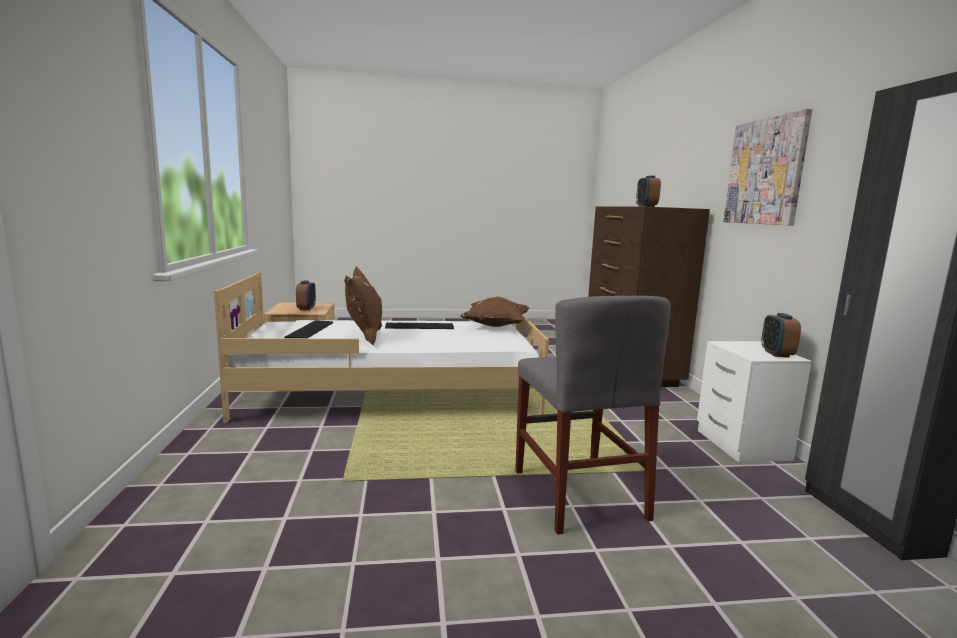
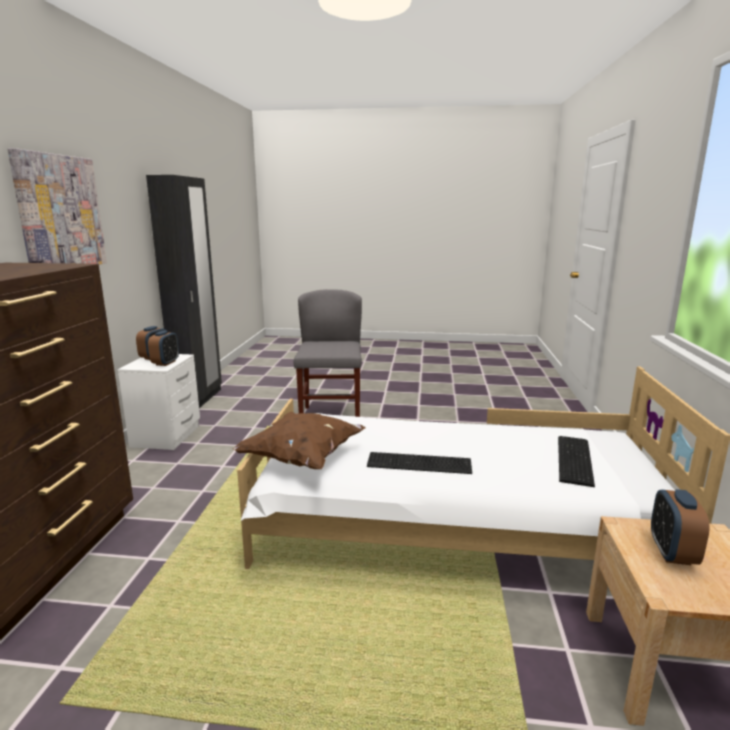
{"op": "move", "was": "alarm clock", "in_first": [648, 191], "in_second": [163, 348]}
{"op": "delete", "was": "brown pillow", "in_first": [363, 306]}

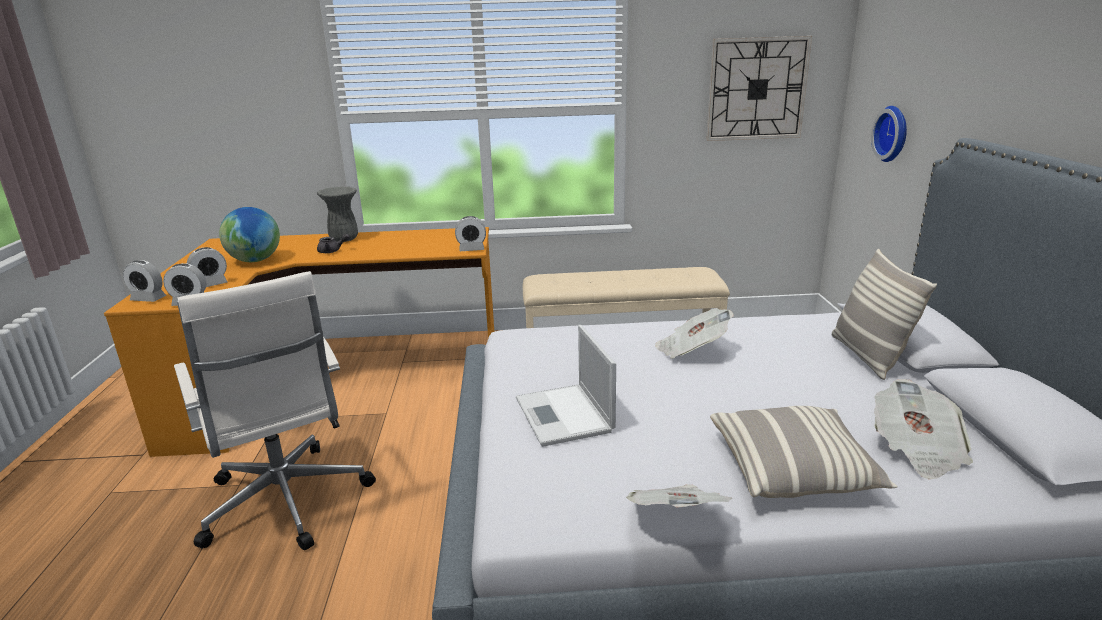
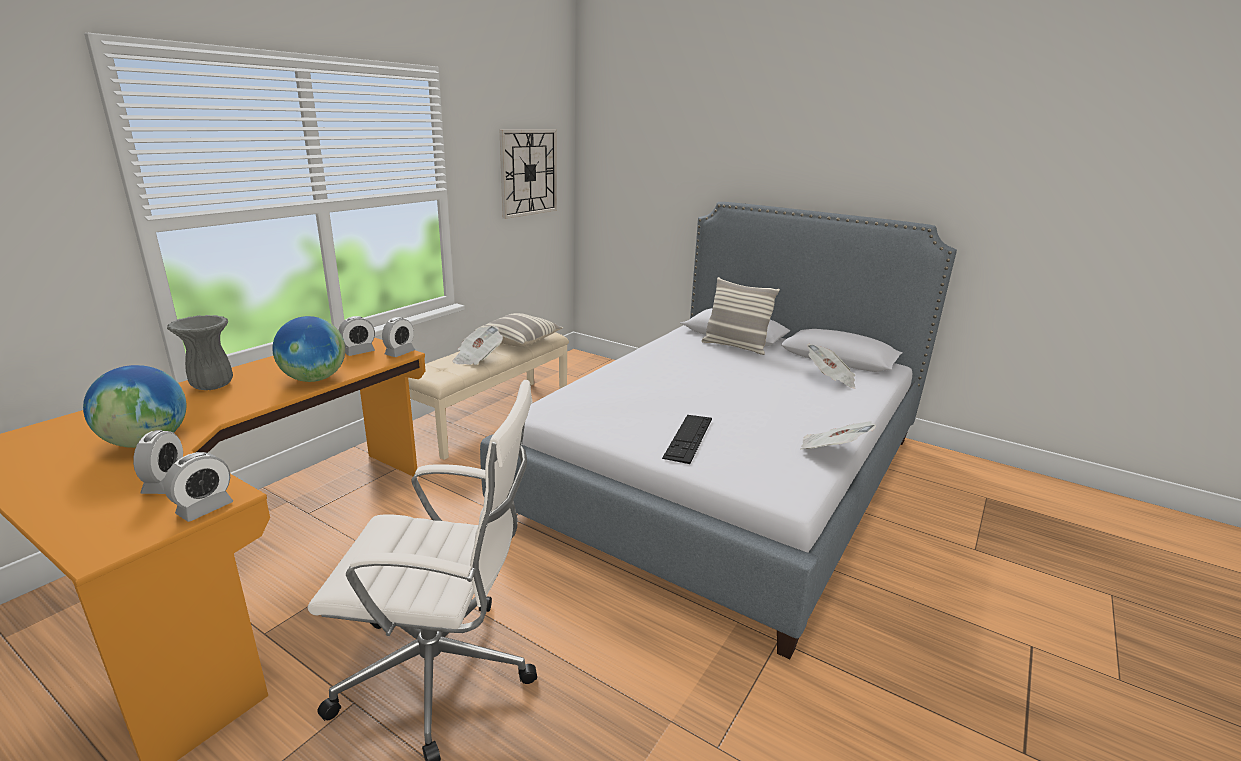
{"op": "insert", "now": "globe", "in_second": [308, 349]}
{"op": "move", "was": "alarm clock", "in_first": [144, 281], "in_second": [356, 336]}
{"op": "move", "was": "newspaper", "in_first": [694, 333], "in_second": [477, 345]}
{"op": "move", "was": "pillow", "in_first": [804, 452], "in_second": [520, 330]}
{"op": "replace", "was": "laptop", "now": "keyboard", "in_first": [566, 386], "in_second": [687, 439]}
{"op": "delete", "was": "grey teapot", "in_first": [333, 243]}
{"op": "delete", "was": "wall clock", "in_first": [889, 134]}

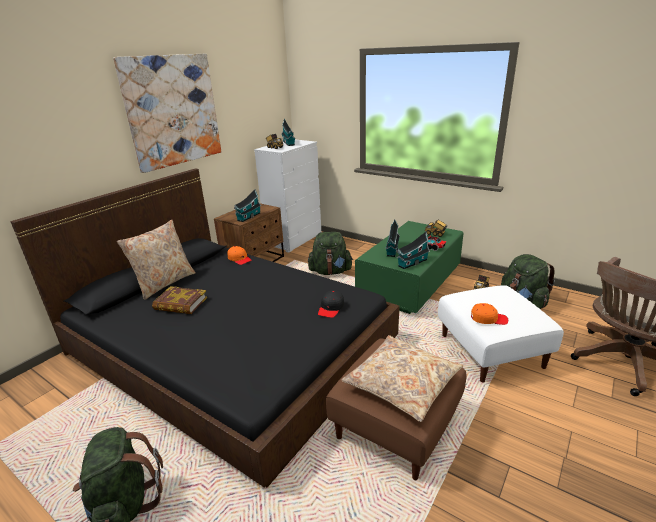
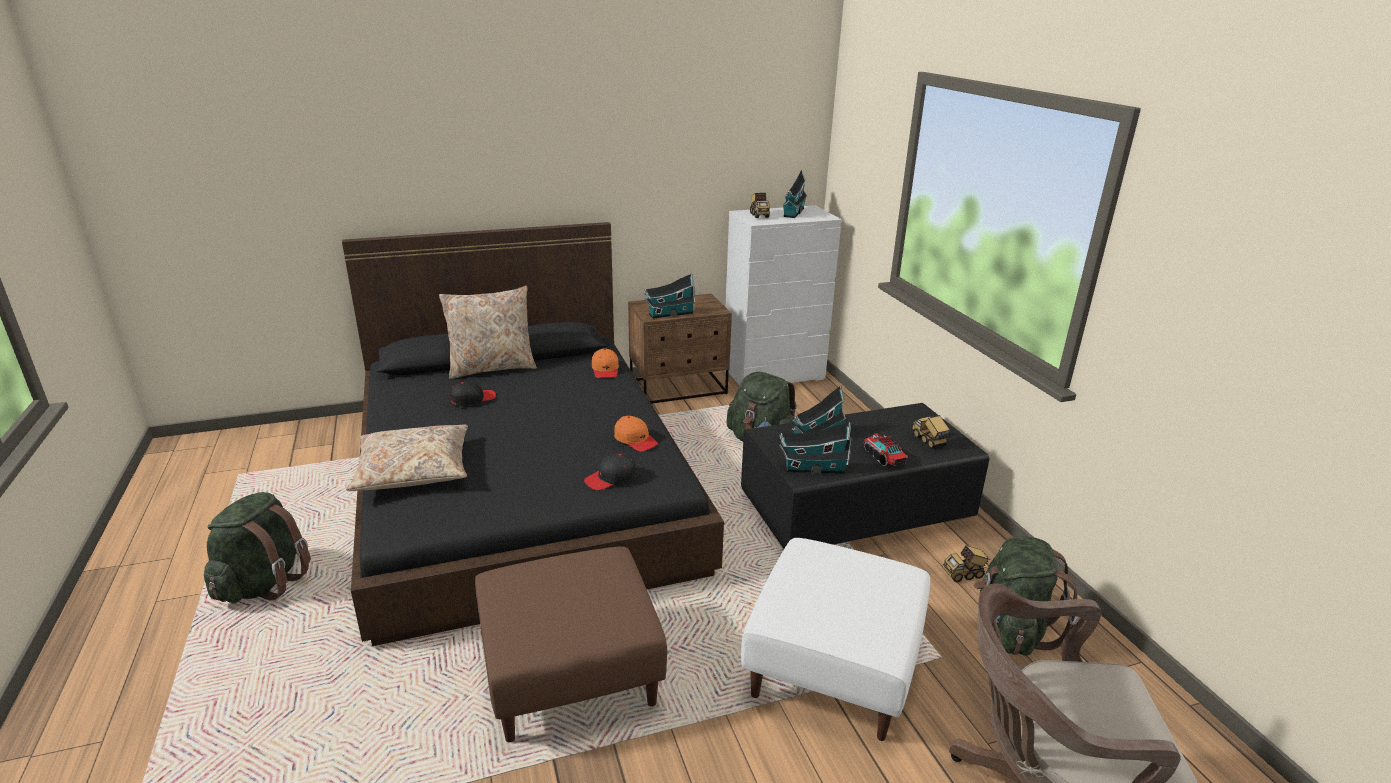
{"op": "move", "was": "beige pillow", "in_first": [402, 378], "in_second": [407, 458]}
{"op": "replace", "was": "book", "now": "black cap", "in_first": [179, 300], "in_second": [473, 393]}
{"op": "move", "was": "orange cap", "in_first": [489, 314], "in_second": [636, 434]}
{"op": "recolor", "was": "green coffee table", "now": "black coffee table", "in_first": [409, 267], "in_second": [865, 476]}
{"op": "delete", "was": "picture", "in_first": [167, 113]}

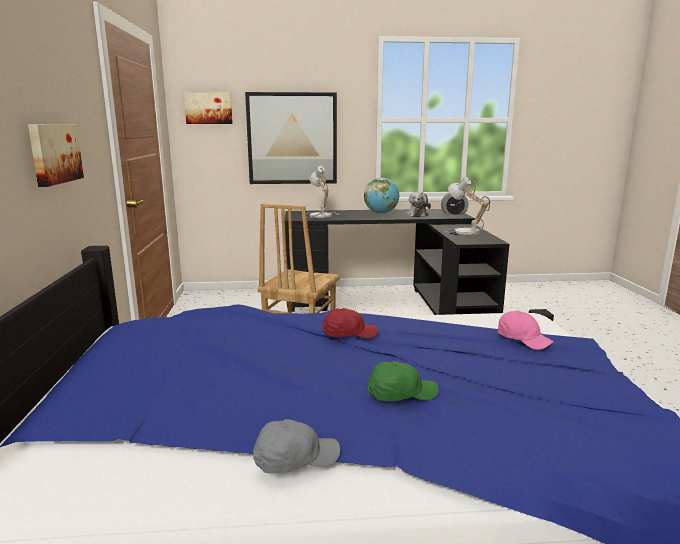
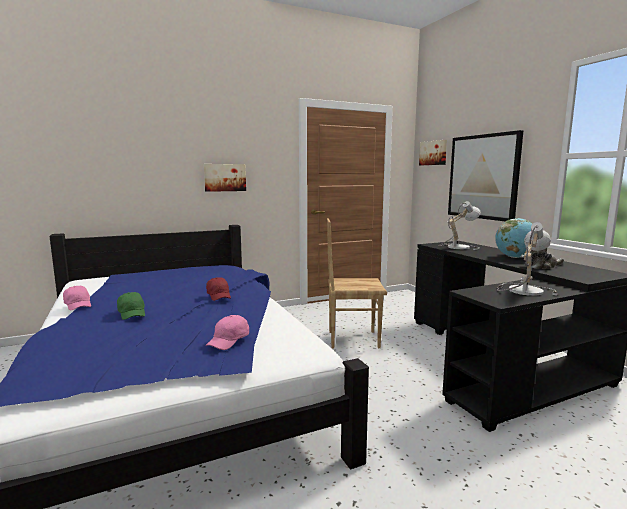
{"op": "recolor", "was": "grey cap", "now": "pink cap", "in_first": [296, 446], "in_second": [77, 298]}
{"op": "delete", "was": "alarm clock", "in_first": [454, 204]}

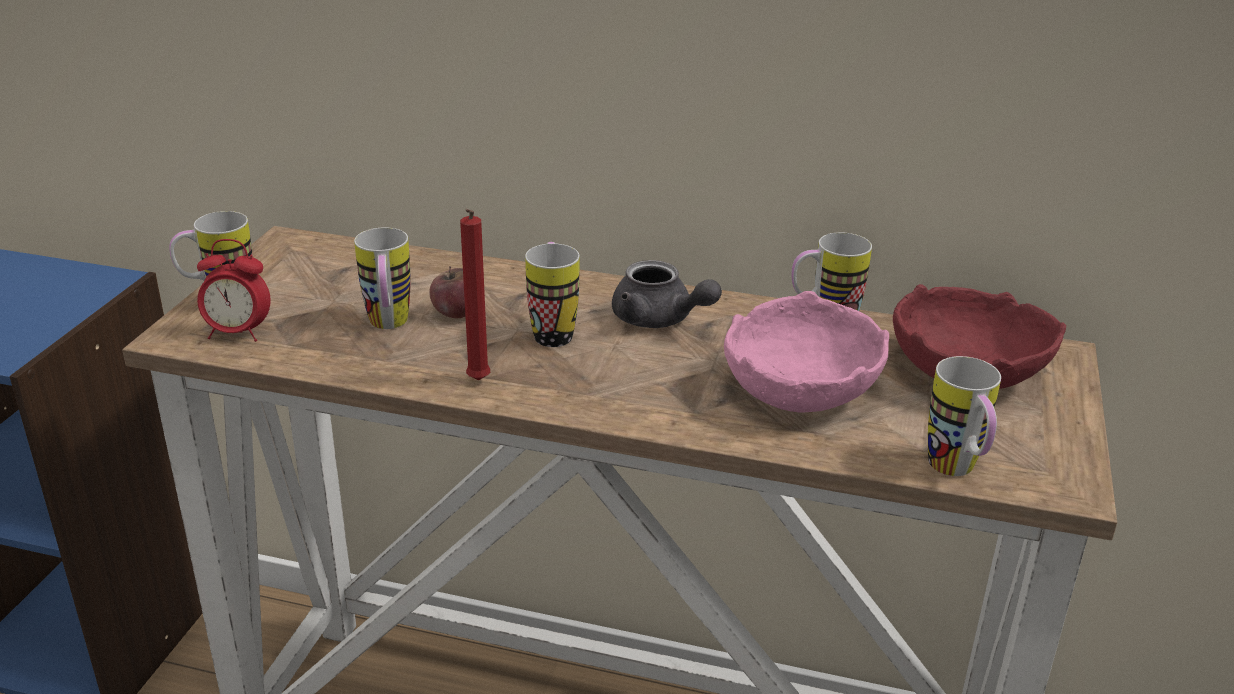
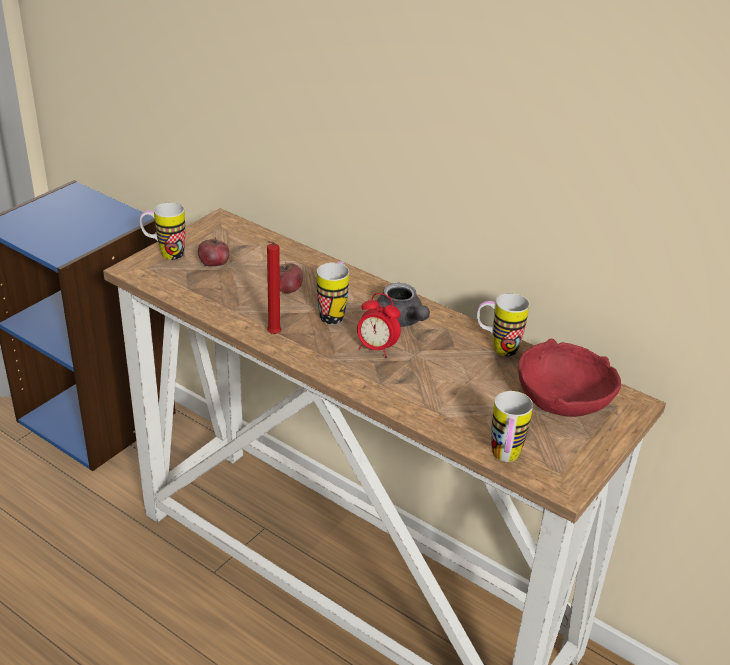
{"op": "insert", "now": "apple", "in_second": [214, 252]}
{"op": "move", "was": "alarm clock", "in_first": [234, 290], "in_second": [379, 325]}
{"op": "delete", "was": "mug", "in_first": [382, 278]}
{"op": "delete", "was": "pink bowl", "in_first": [806, 351]}

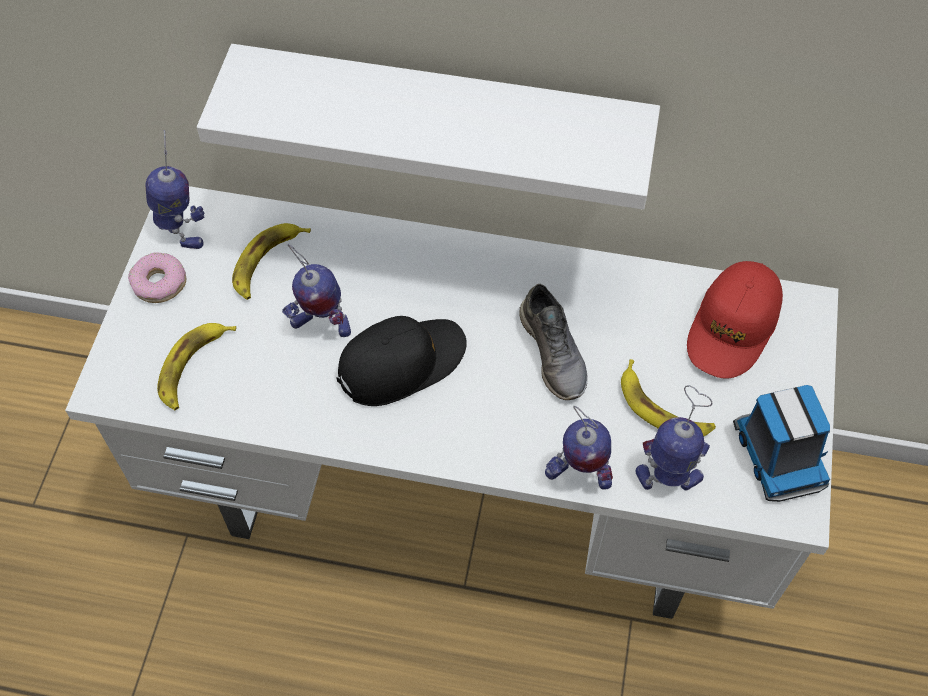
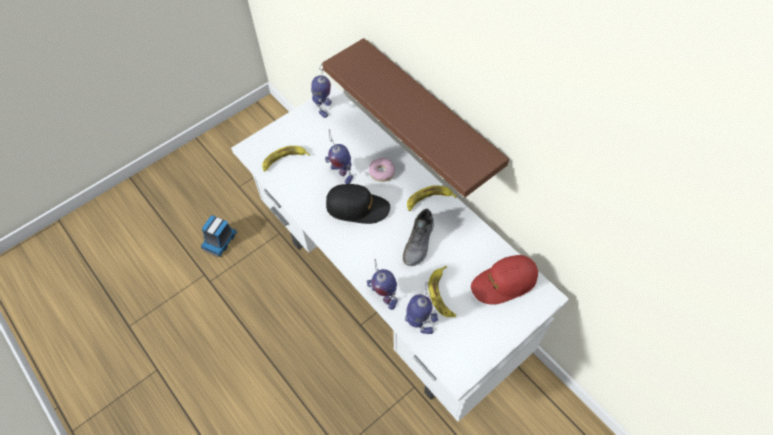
{"op": "move", "was": "toy truck", "in_first": [781, 443], "in_second": [219, 236]}
{"op": "recolor", "was": "white shelf", "now": "brown shelf", "in_first": [428, 126], "in_second": [415, 118]}
{"op": "move", "was": "donut", "in_first": [157, 277], "in_second": [382, 170]}
{"op": "move", "was": "banana", "in_first": [271, 261], "in_second": [432, 198]}

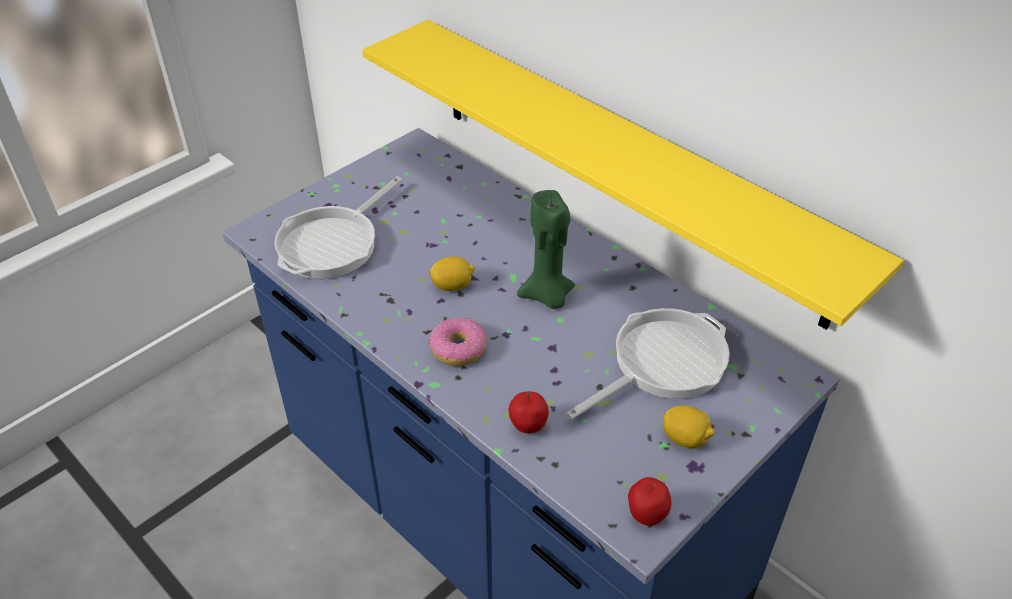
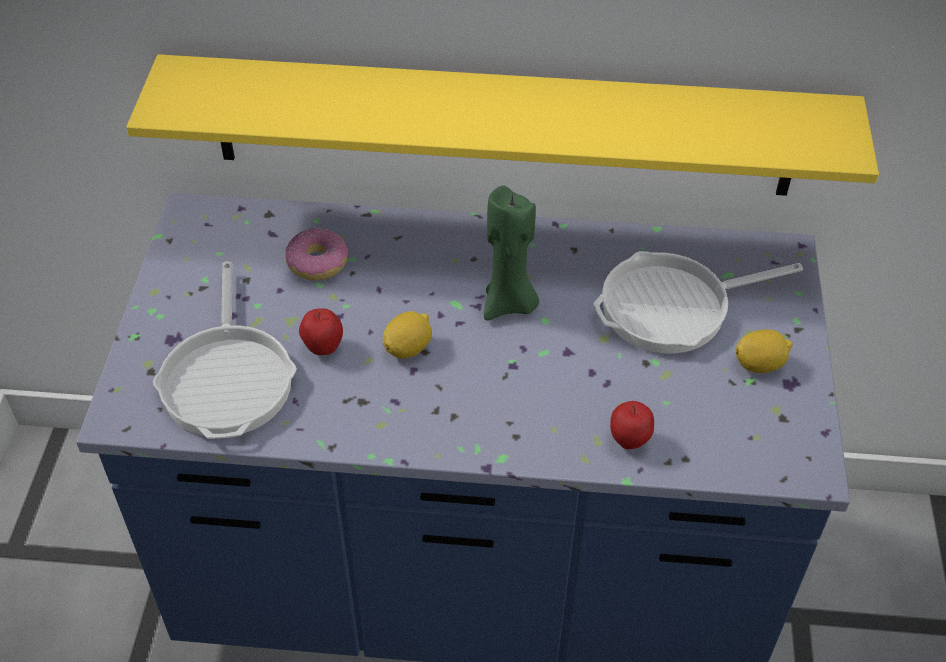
{"op": "move", "was": "donut", "in_first": [458, 341], "in_second": [316, 254]}
{"op": "move", "was": "apple", "in_first": [649, 501], "in_second": [321, 331]}
{"op": "rotate", "was": "frying pan", "in_first": [647, 364], "in_second": [698, 302], "clockwise": -120}

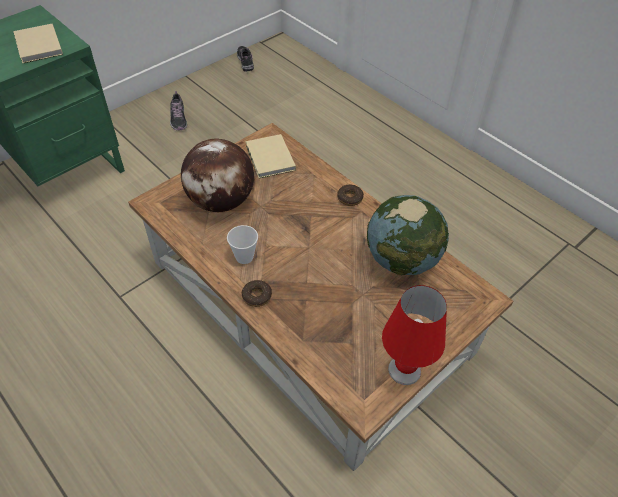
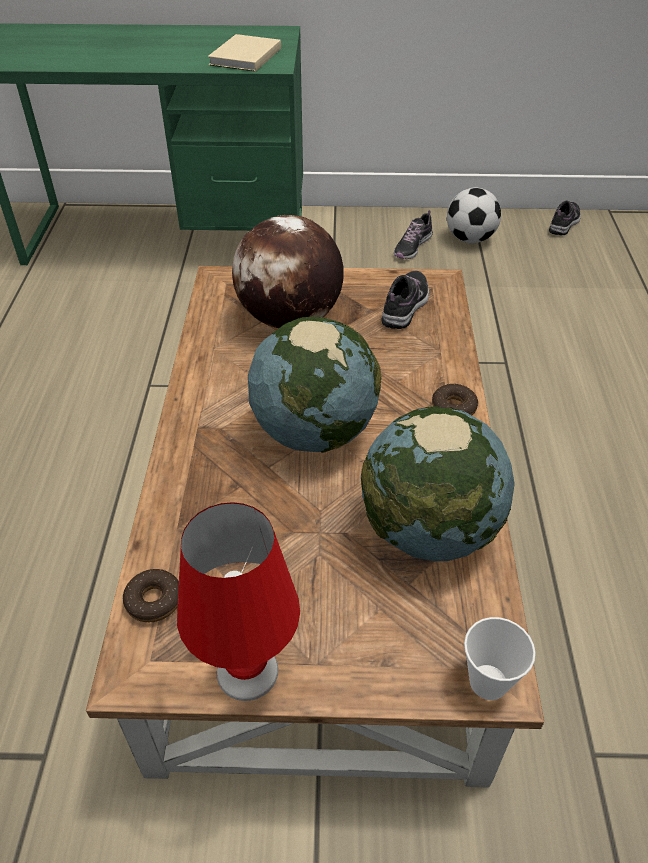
{"op": "move", "was": "donut", "in_first": [257, 293], "in_second": [151, 595]}
{"op": "insert", "now": "globe", "in_second": [314, 385]}
{"op": "replace", "was": "beige book", "now": "shoe", "in_first": [270, 156], "in_second": [405, 300]}
{"op": "insert", "now": "football", "in_second": [474, 215]}
{"op": "move", "was": "cup", "in_first": [242, 244], "in_second": [500, 658]}

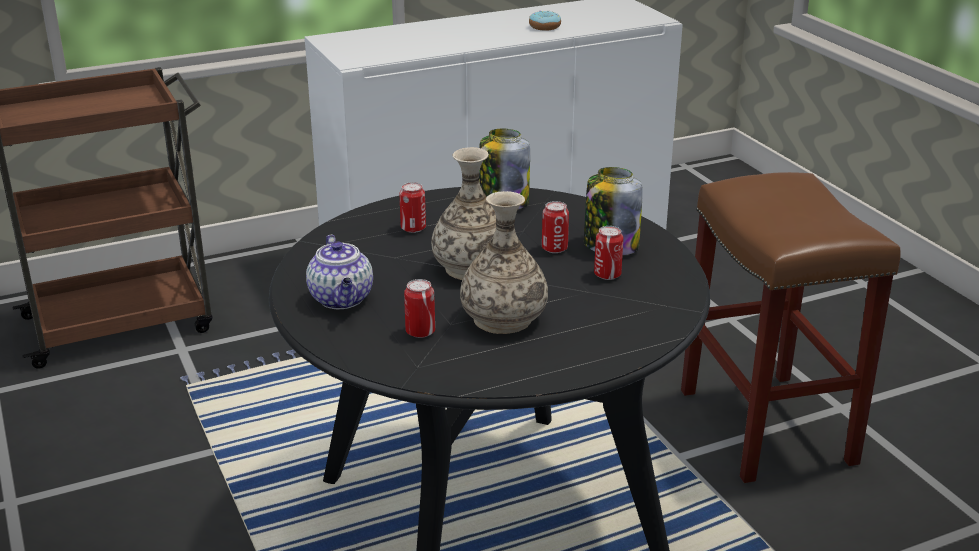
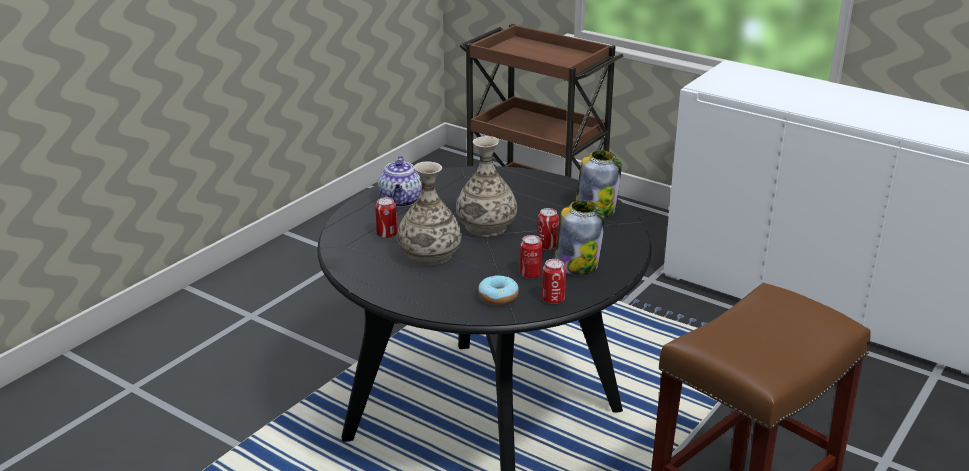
{"op": "rotate", "was": "teapot", "in_first": [339, 272], "in_second": [399, 181], "clockwise": -45}
{"op": "move", "was": "donut", "in_first": [545, 21], "in_second": [498, 290]}
{"op": "move", "was": "can", "in_first": [413, 207], "in_second": [554, 281]}

